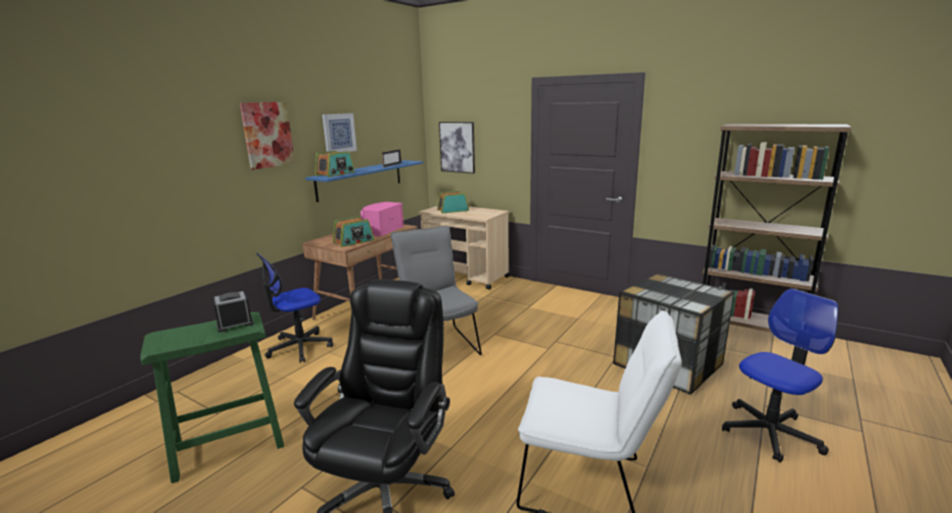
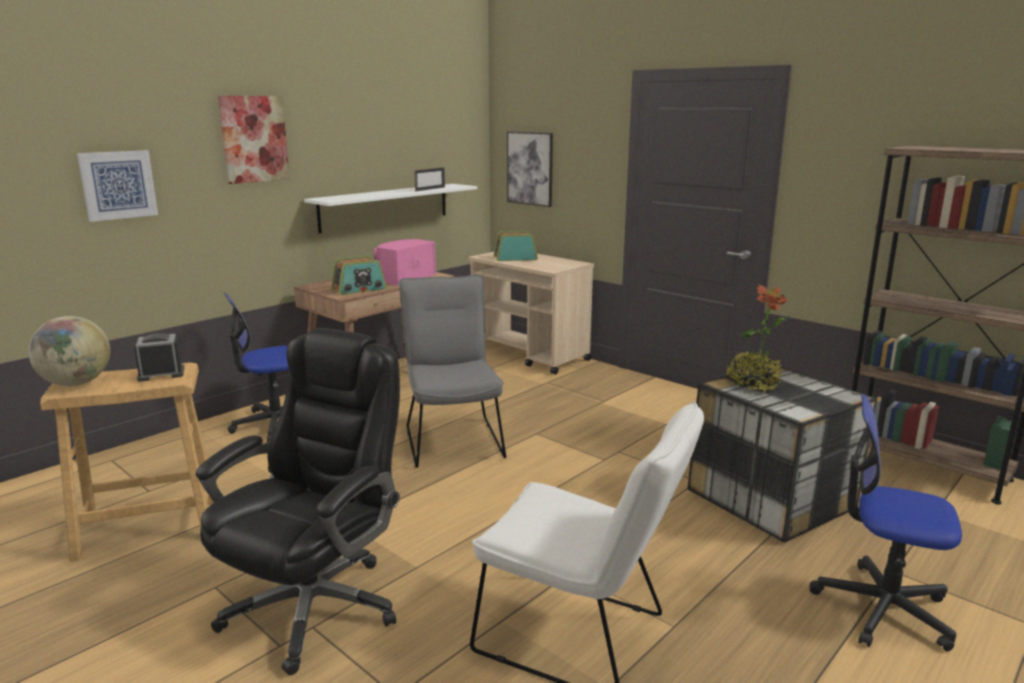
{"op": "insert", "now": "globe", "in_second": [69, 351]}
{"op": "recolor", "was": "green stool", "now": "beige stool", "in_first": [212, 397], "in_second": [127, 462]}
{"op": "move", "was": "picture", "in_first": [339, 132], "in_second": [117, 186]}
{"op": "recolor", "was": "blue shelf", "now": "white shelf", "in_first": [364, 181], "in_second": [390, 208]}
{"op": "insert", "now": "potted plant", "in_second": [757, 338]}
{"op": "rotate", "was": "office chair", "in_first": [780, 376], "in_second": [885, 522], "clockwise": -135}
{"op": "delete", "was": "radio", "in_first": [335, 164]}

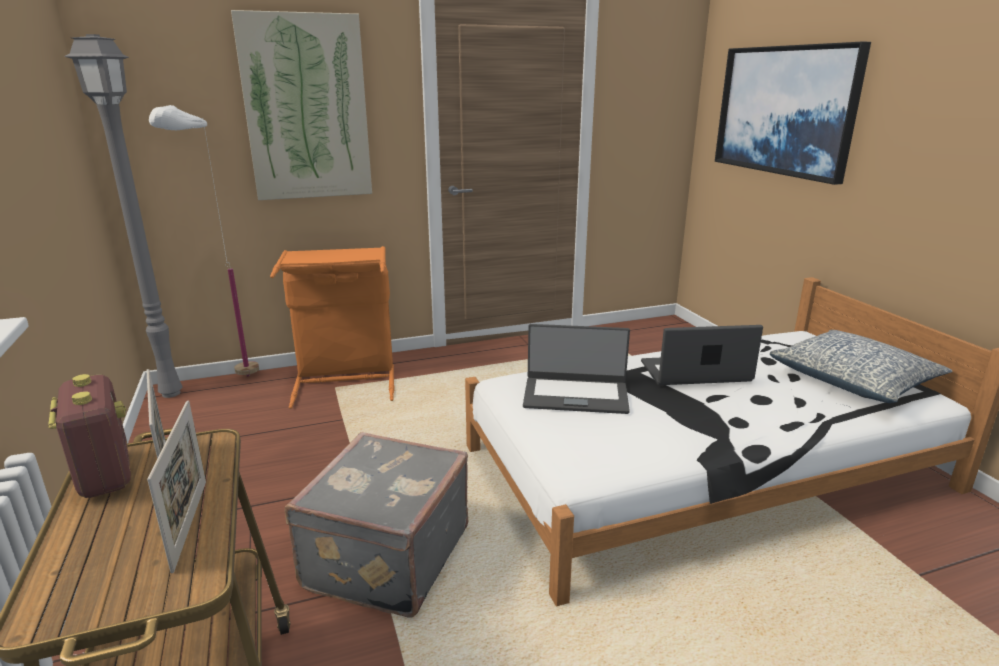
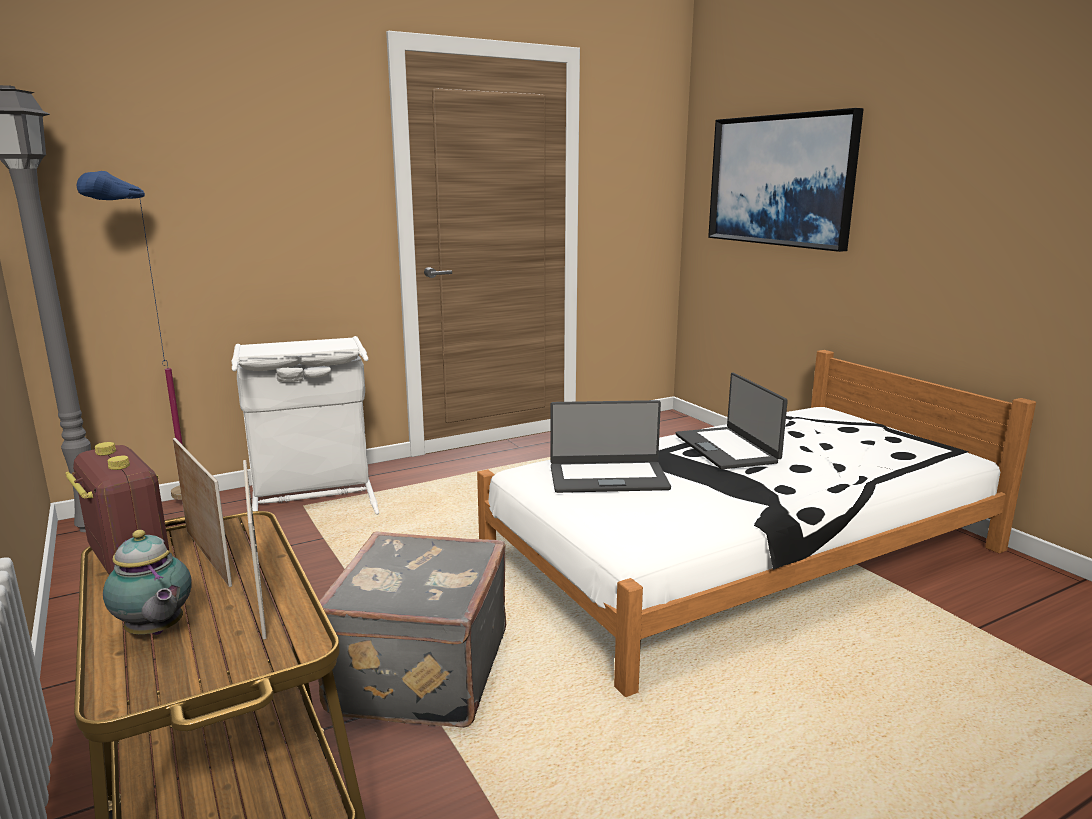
{"op": "recolor", "was": "white floor lamp", "now": "blue floor lamp", "in_first": [204, 240], "in_second": [130, 335]}
{"op": "insert", "now": "teapot", "in_second": [147, 582]}
{"op": "recolor", "was": "orange laundry basket", "now": "white laundry basket", "in_first": [332, 327], "in_second": [305, 425]}
{"op": "rotate", "was": "laptop", "in_first": [702, 355], "in_second": [732, 421], "clockwise": -90}
{"op": "delete", "was": "picture", "in_first": [301, 105]}
{"op": "delete", "was": "pillow", "in_first": [861, 366]}

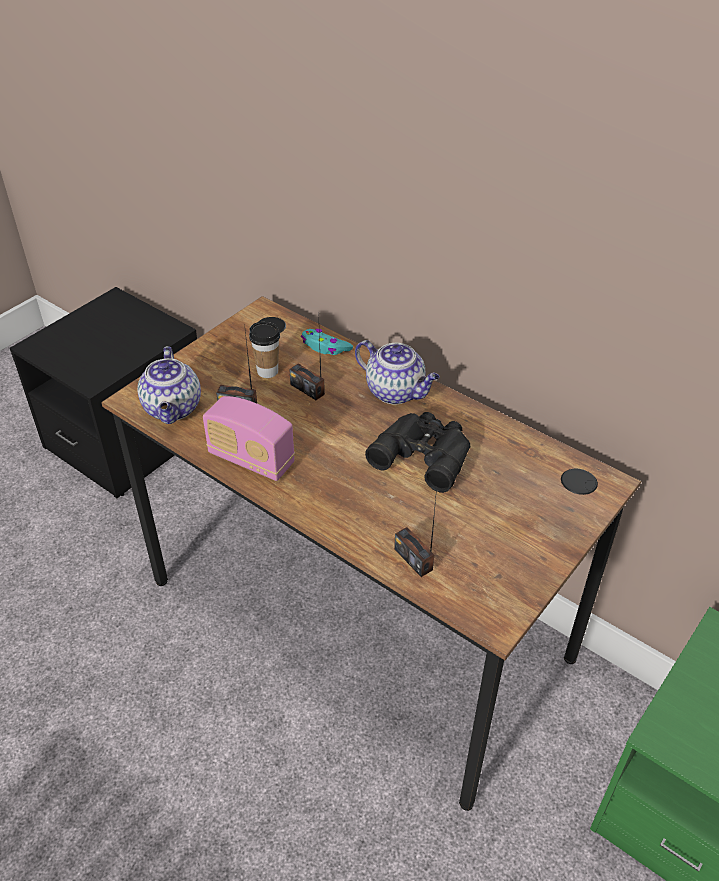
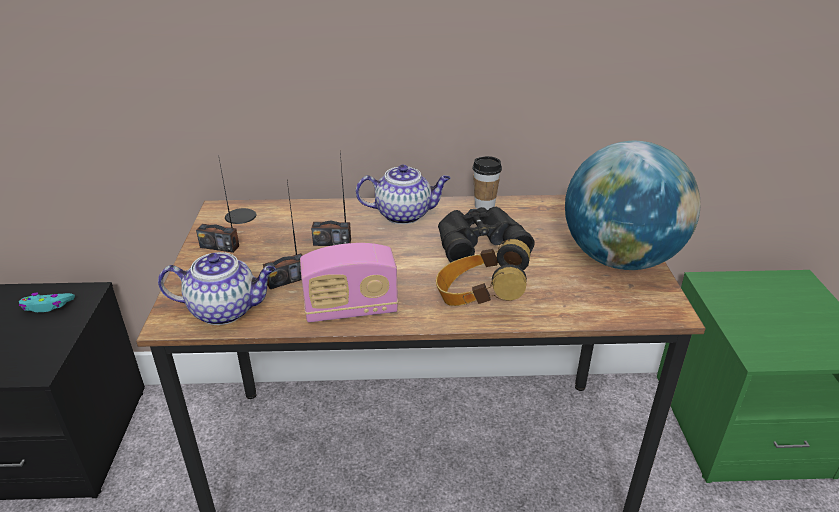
{"op": "move", "was": "turquoise game controller", "in_first": [327, 342], "in_second": [47, 302]}
{"op": "rotate", "was": "teapot", "in_first": [169, 385], "in_second": [217, 288], "clockwise": -45}
{"op": "move", "was": "radio", "in_first": [415, 532], "in_second": [217, 204]}
{"op": "insert", "now": "headphones", "in_second": [483, 272]}
{"op": "move", "was": "cup", "in_first": [264, 350], "in_second": [487, 183]}
{"op": "insert", "now": "globe", "in_second": [632, 205]}

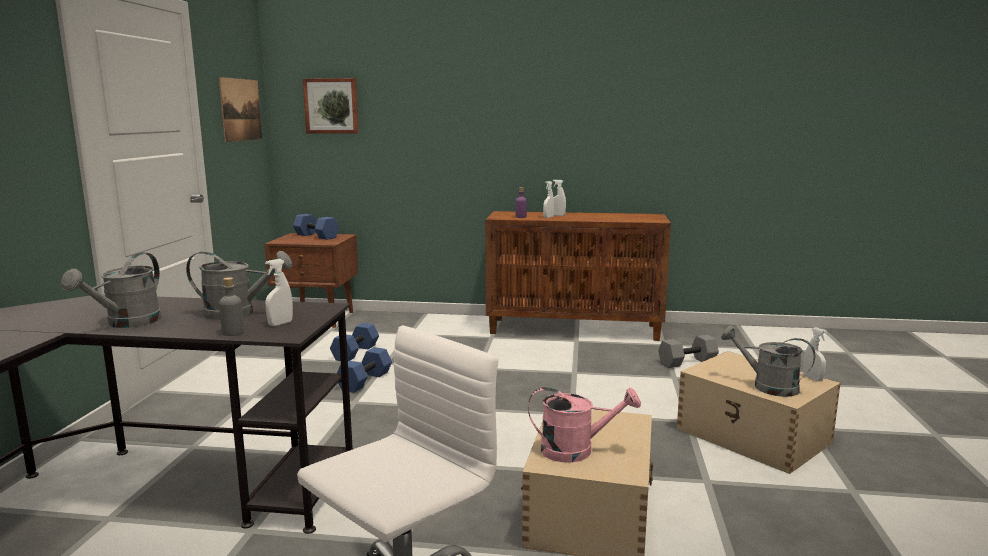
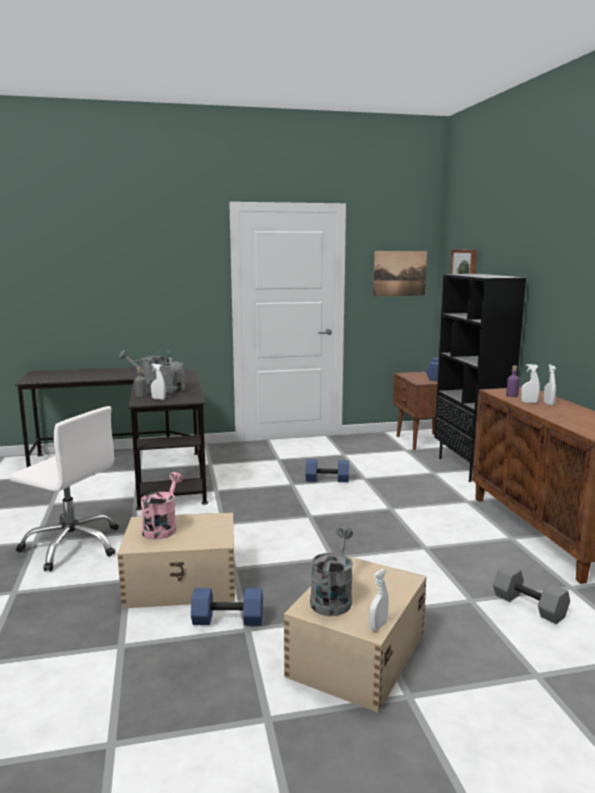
{"op": "rotate", "was": "pink watering can", "in_first": [584, 425], "in_second": [162, 506], "clockwise": -150}
{"op": "move", "was": "blue dumbbell", "in_first": [354, 342], "in_second": [227, 607]}
{"op": "insert", "now": "black bookcase", "in_second": [480, 378]}

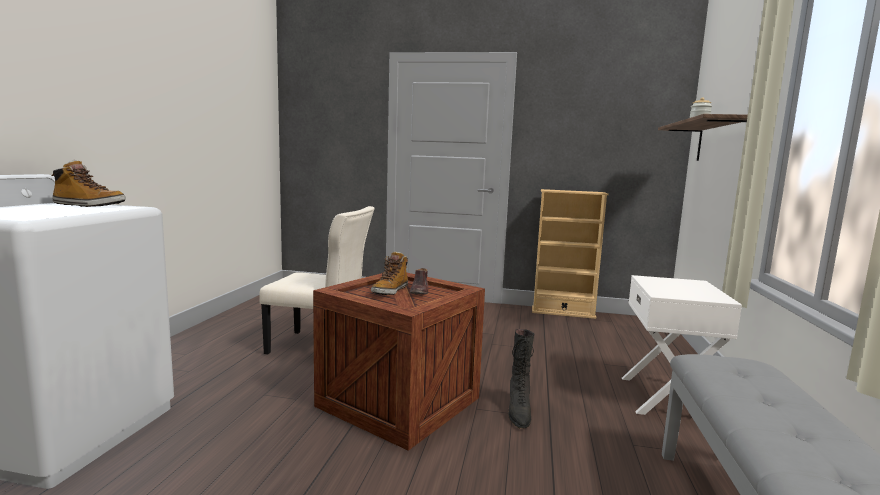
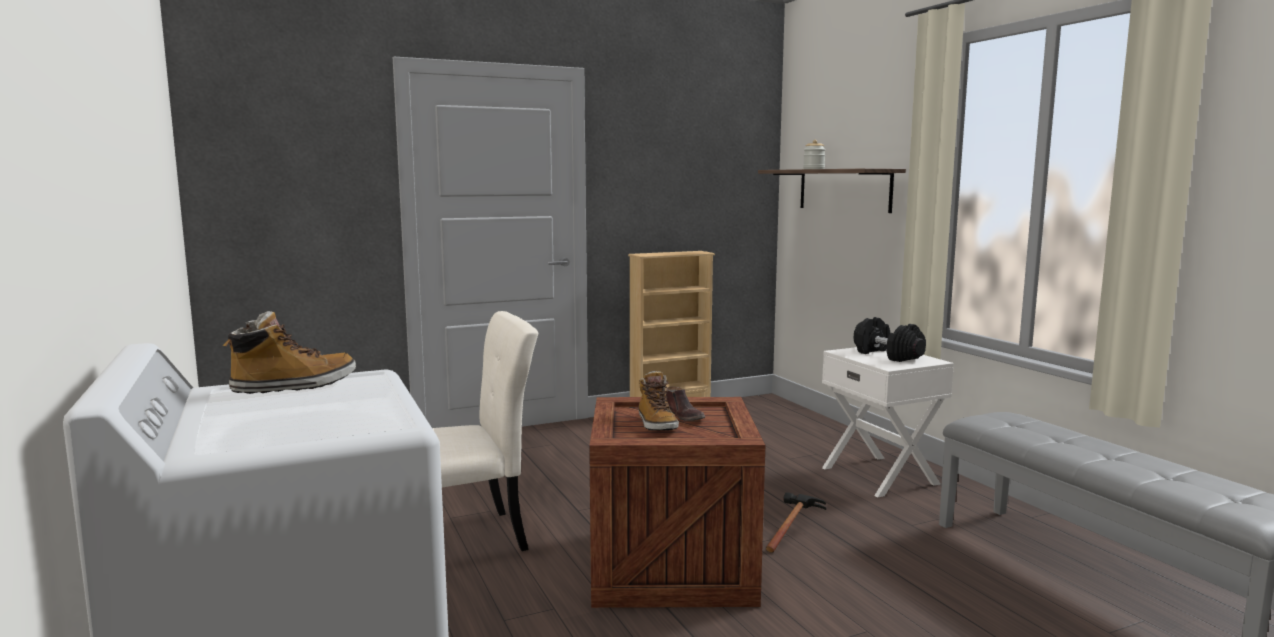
{"op": "replace", "was": "black boot", "now": "hammer", "in_first": [521, 378], "in_second": [796, 522]}
{"op": "insert", "now": "black dumbbell", "in_second": [890, 339]}

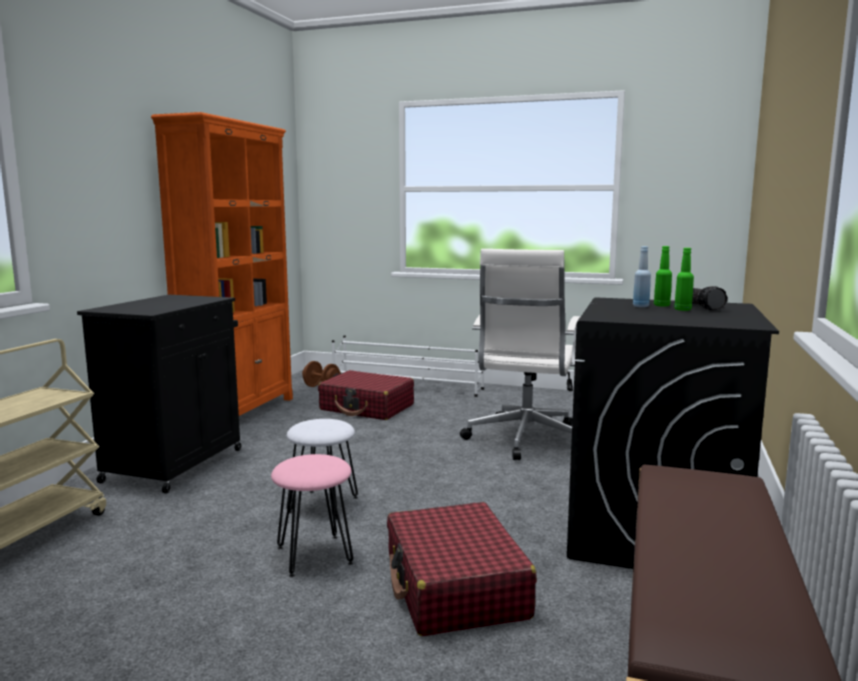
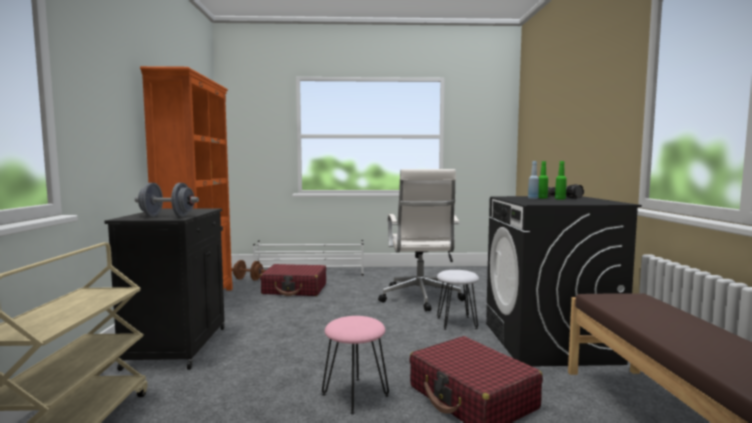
{"op": "insert", "now": "grey dumbbell", "in_second": [167, 200]}
{"op": "move", "was": "white stool", "in_first": [322, 469], "in_second": [458, 300]}

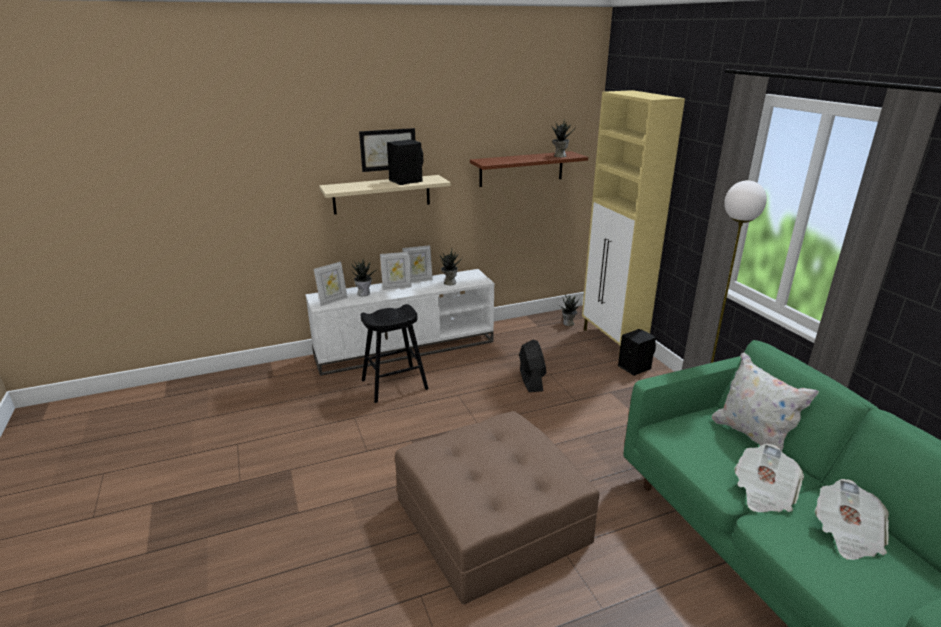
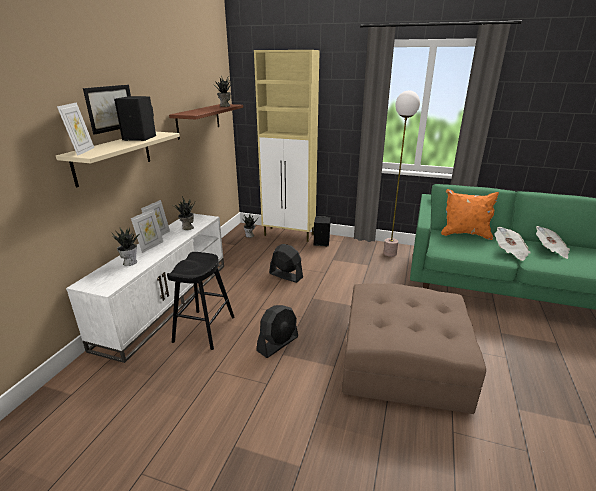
{"op": "move", "was": "picture frame", "in_first": [331, 284], "in_second": [75, 129]}
{"op": "insert", "now": "black fan", "in_second": [277, 331]}
{"op": "recolor", "was": "white pillow", "now": "orange pillow", "in_first": [765, 401], "in_second": [470, 214]}

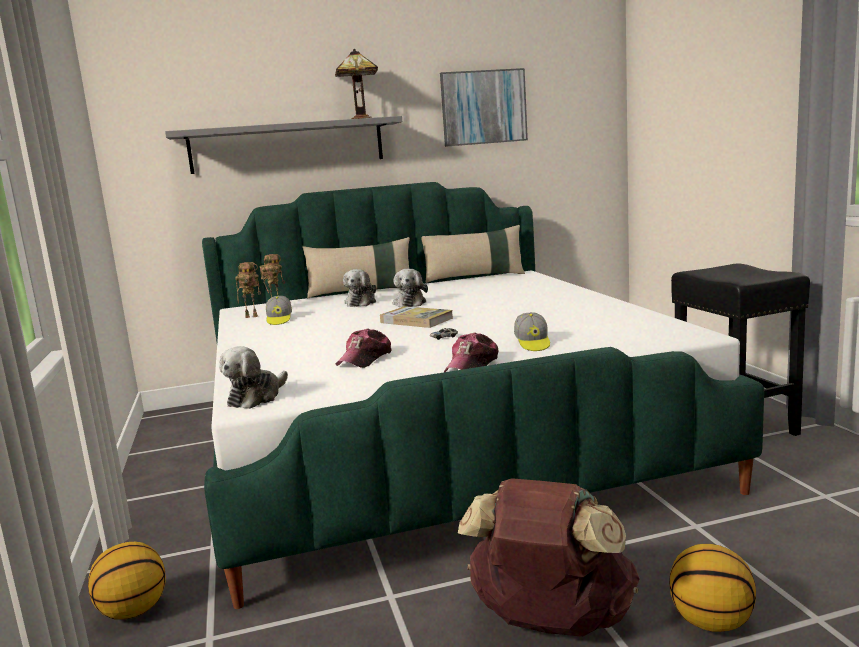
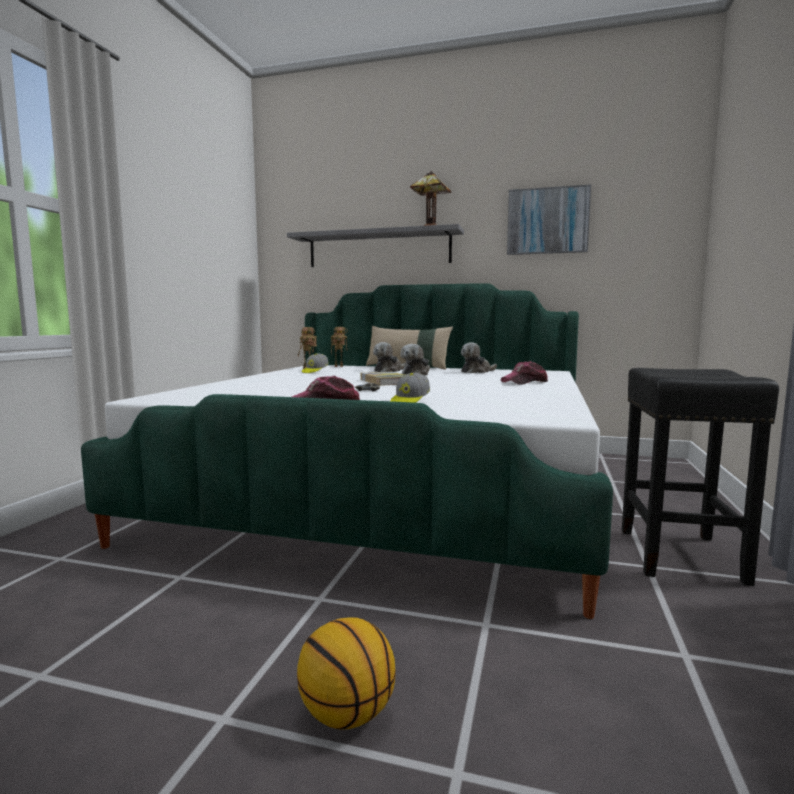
{"op": "move", "was": "plush toy", "in_first": [253, 377], "in_second": [479, 357]}
{"op": "move", "was": "cap", "in_first": [363, 348], "in_second": [524, 373]}
{"op": "delete", "was": "basketball", "in_first": [127, 580]}
{"op": "delete", "was": "beige pillow", "in_first": [473, 254]}
{"op": "delete", "was": "brown backpack", "in_first": [549, 557]}

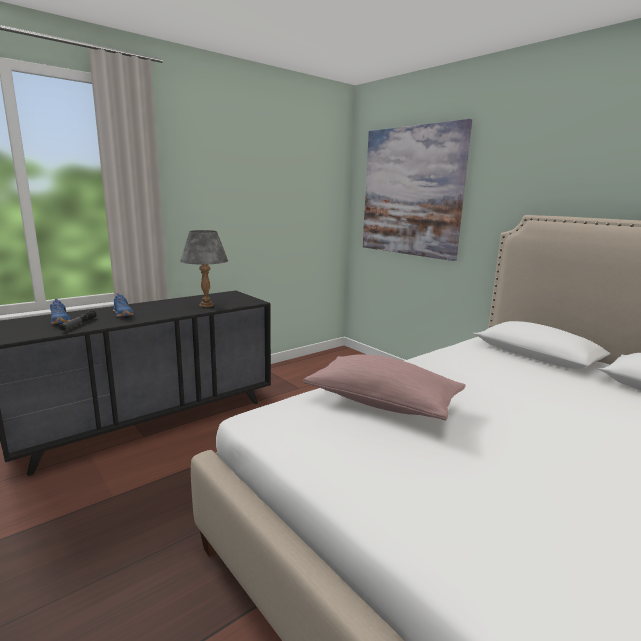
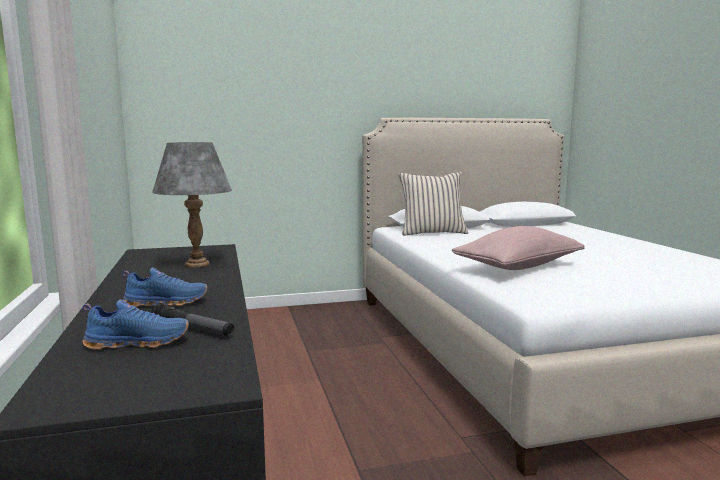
{"op": "insert", "now": "beige pillow", "in_second": [433, 203]}
{"op": "delete", "was": "picture", "in_first": [417, 190]}

